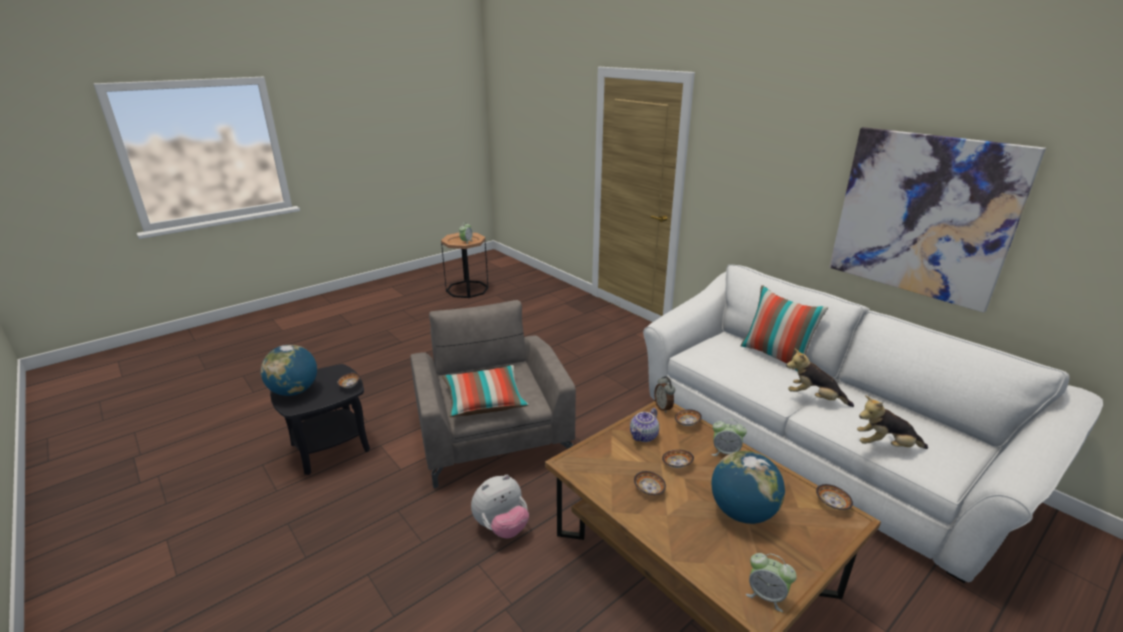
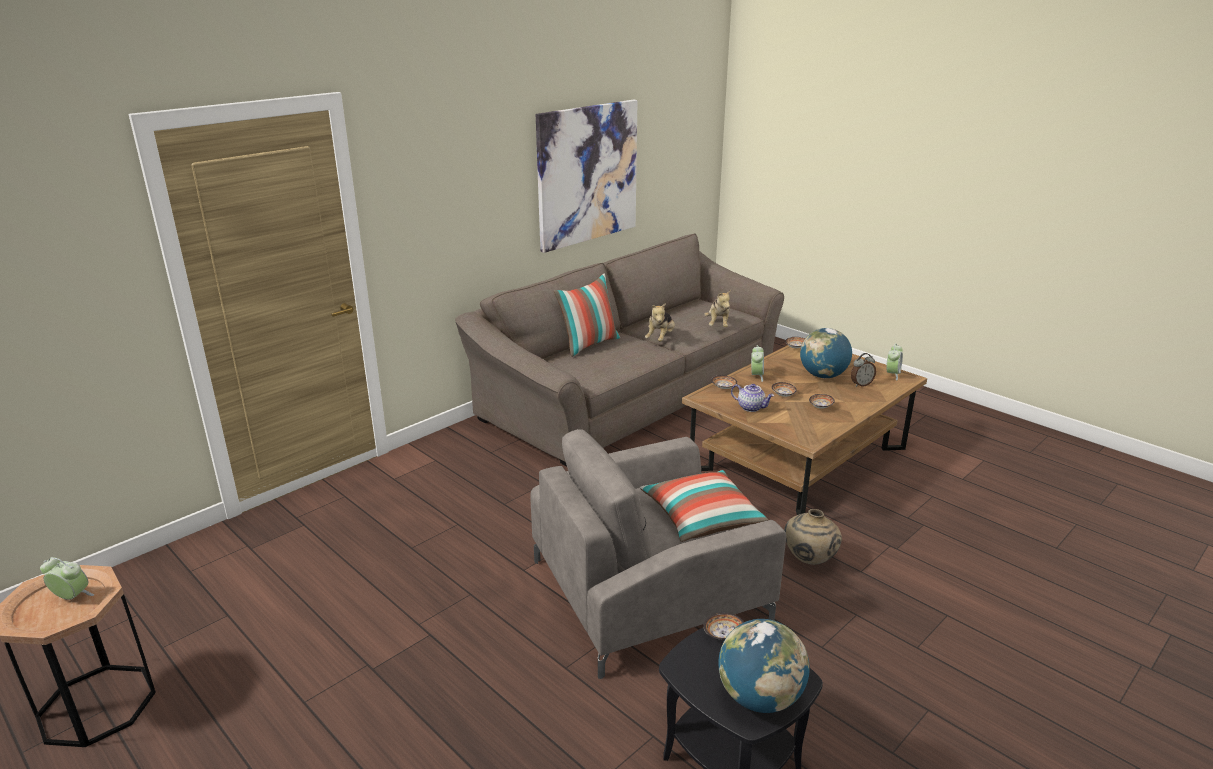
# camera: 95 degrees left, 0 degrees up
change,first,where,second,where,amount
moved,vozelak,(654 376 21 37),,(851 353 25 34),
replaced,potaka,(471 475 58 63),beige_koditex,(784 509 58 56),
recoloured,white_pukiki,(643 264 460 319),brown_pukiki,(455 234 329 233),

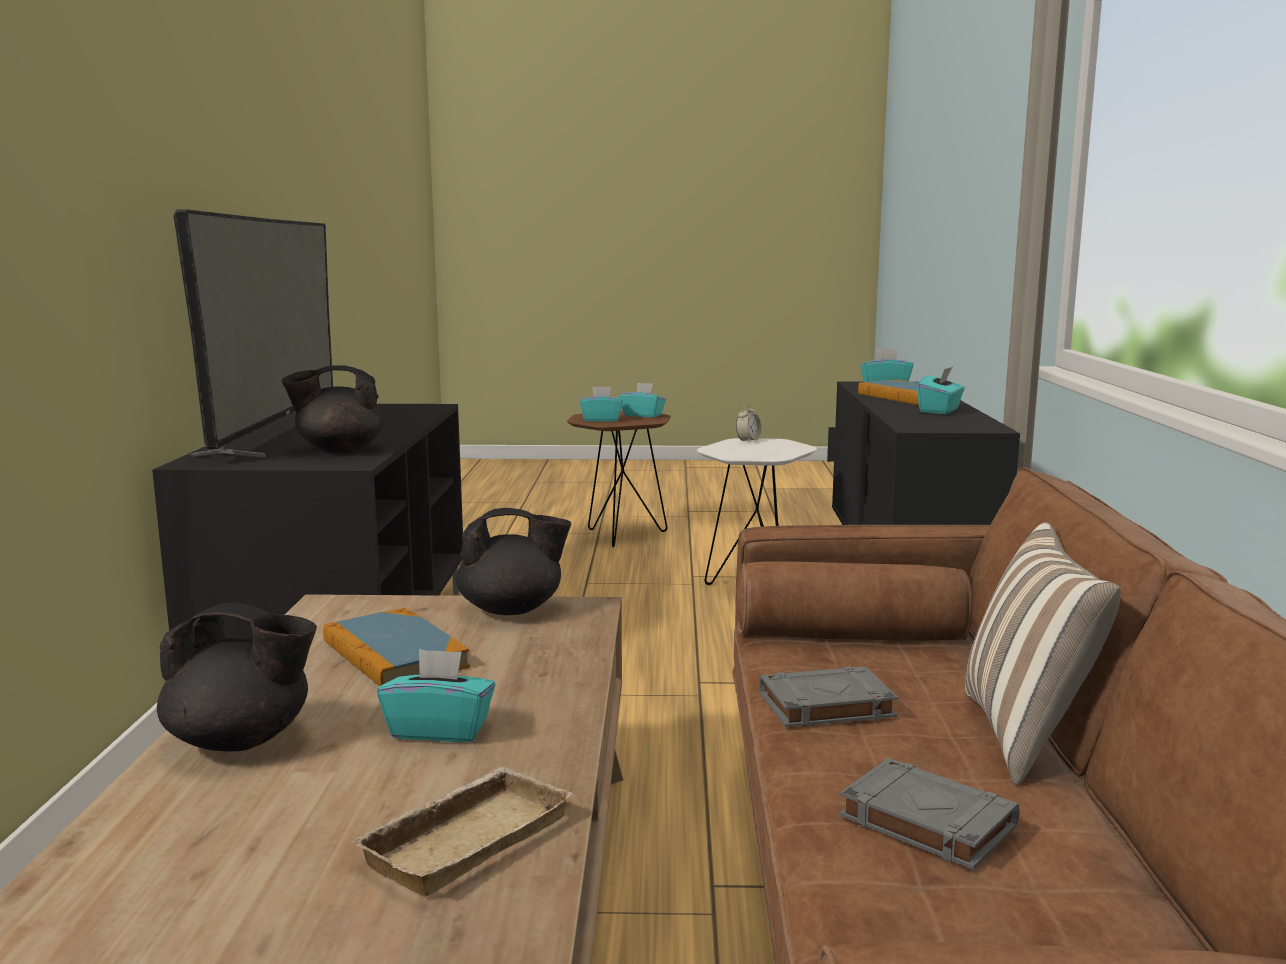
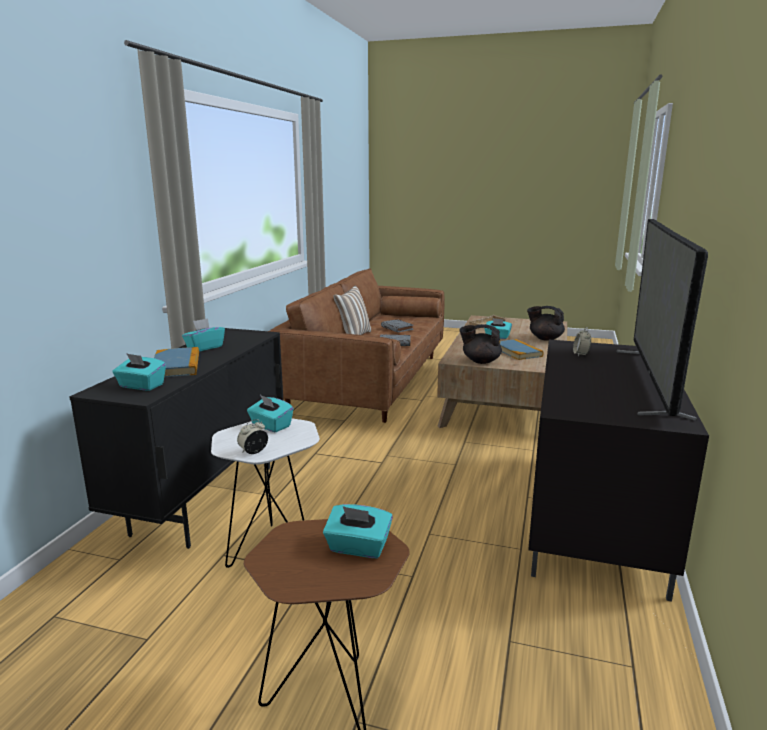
# camera: 165 degrees left, 5 degrees up
change,first,where,second,where,amount
moved,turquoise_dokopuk,(620 382 46 36),,(247 395 46 38),
replaced,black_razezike,(282 365 103 88),vozelak,(573 327 18 30),

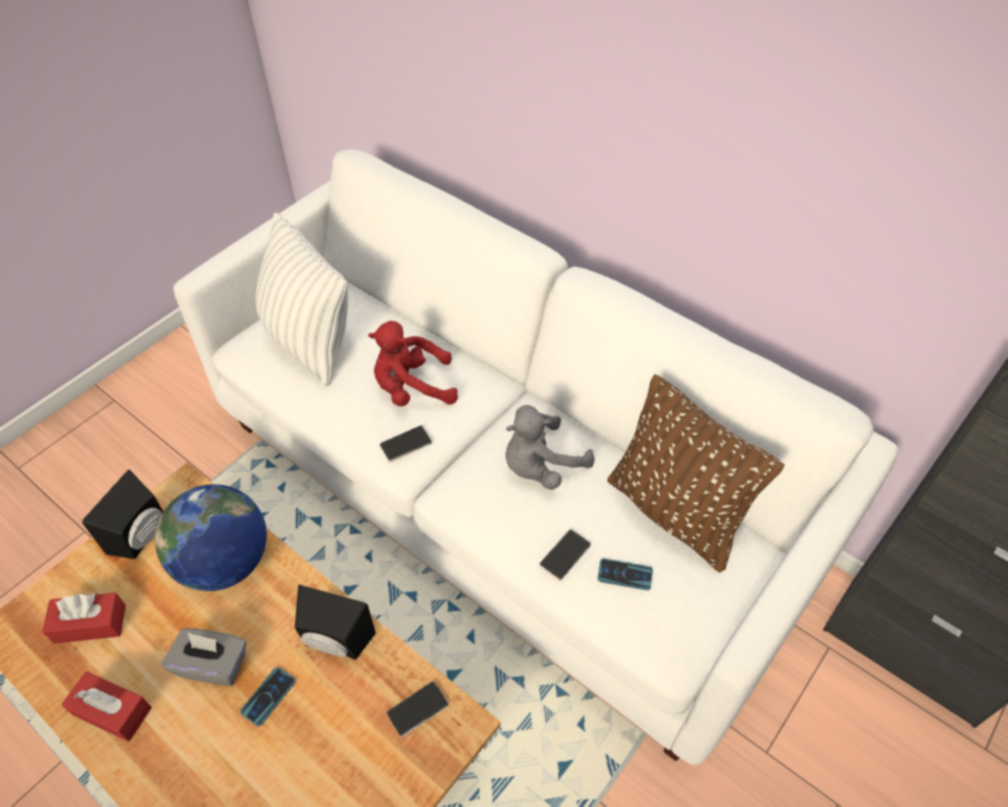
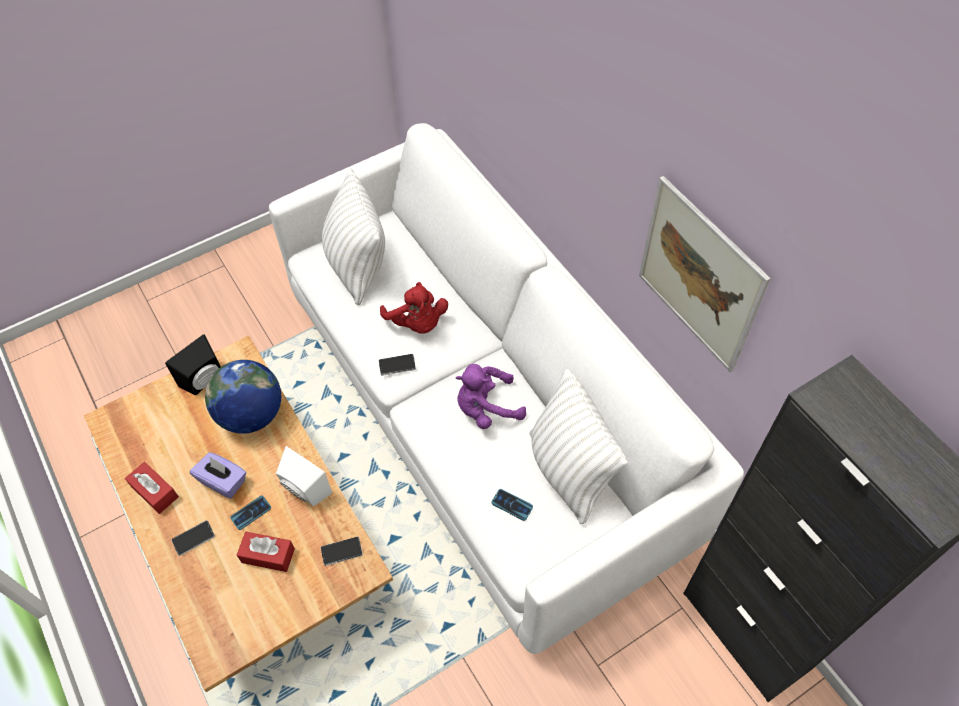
# camera: 20 degrees right, 5 degrees up
change,first,where,second,where,amount
added,,,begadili,(639 176 132 196),
moved,red_dokopuk,(42 593 84 51),,(237 532 58 40),
moved,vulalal,(539 530 52 51),,(171 521 44 35),
recoloured,grey_dokopuk,(162 628 85 58),purple_dokopuk,(190 452 56 47),
recoloured,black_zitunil,(295 585 81 75),white_zitunil,(276 446 56 61),
recoloured,grey_potaka,(505 405 89 85),purple_potaka,(456 364 70 65),
recoloured,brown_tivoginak,(607 374 178 198),white_tivoginak,(529 369 99 155),
turned,red_potaka,(368 321 90 85),,(380 282 68 51),135 degrees counterclockwise

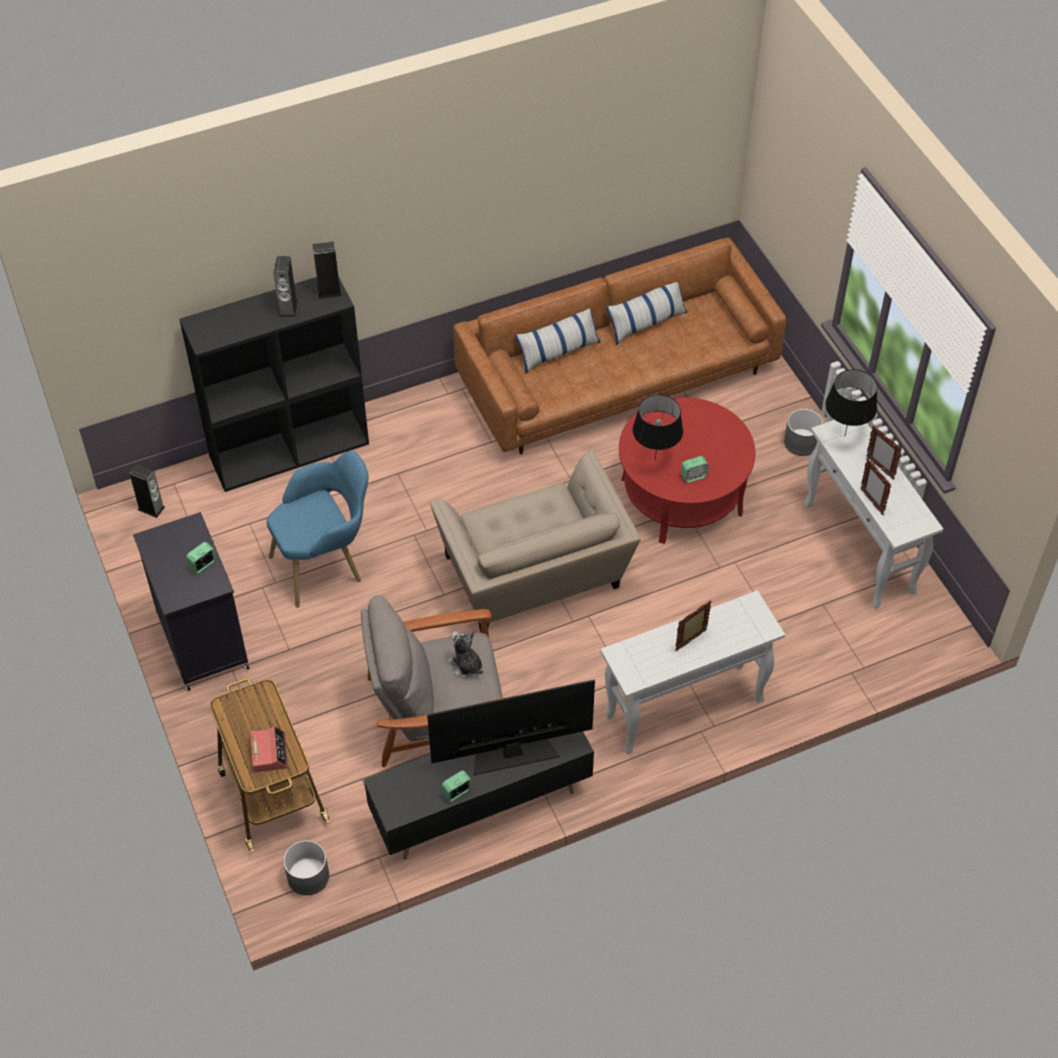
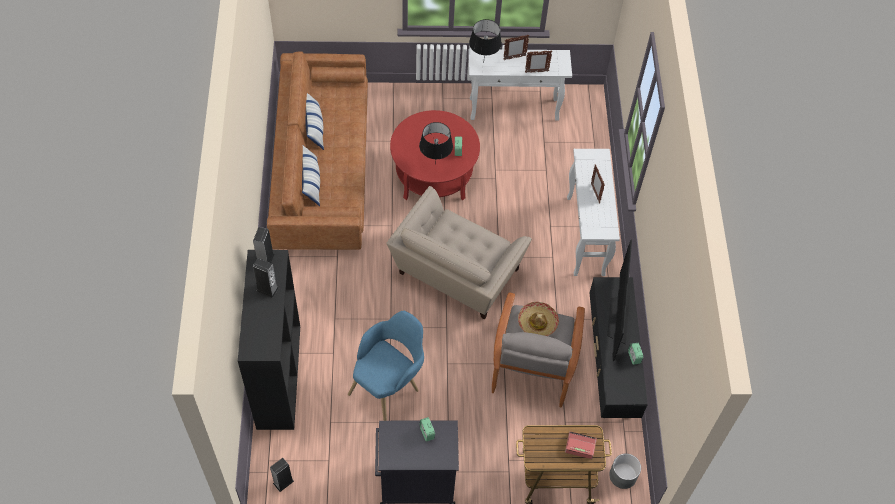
# camera: 70 degrees left, 5 degrees up
change,first,where,second,where,amount
removed,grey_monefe,(784 409 40 47),,,
replaced,potaka,(447 630 36 48),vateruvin,(518 302 41 34),
turned,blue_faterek,(267 451 102 157),,(348 311 76 110),45 degrees clockwise
turned,beige_faterek,(430 450 211 182),,(386 186 146 133),120 degrees clockwise

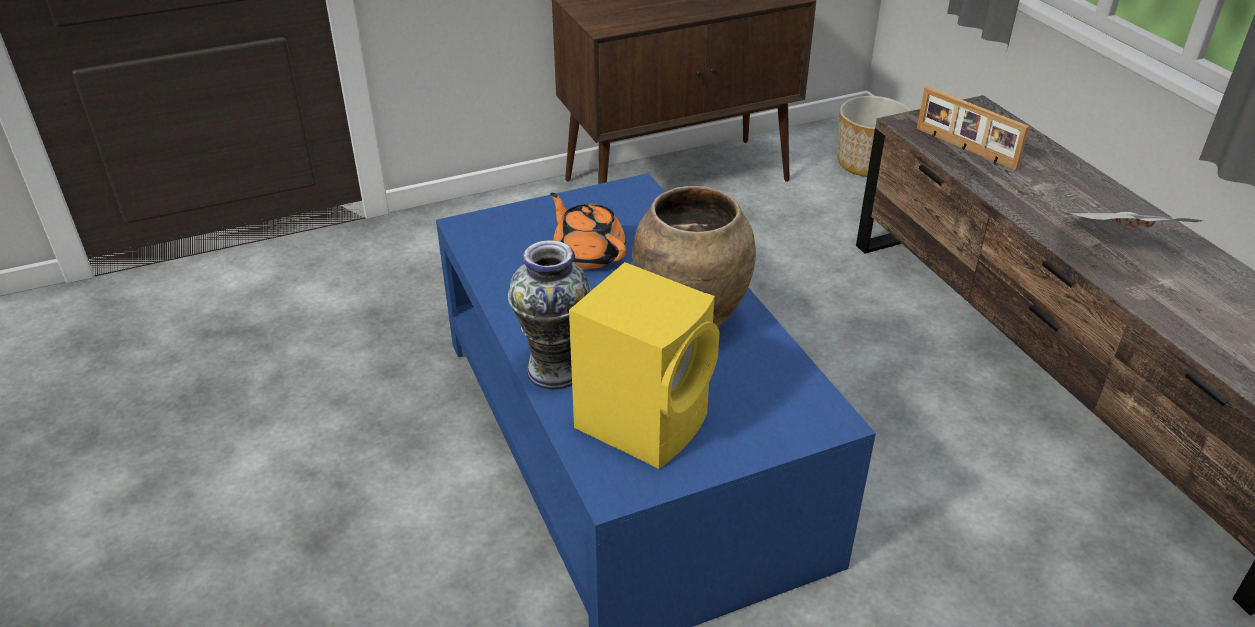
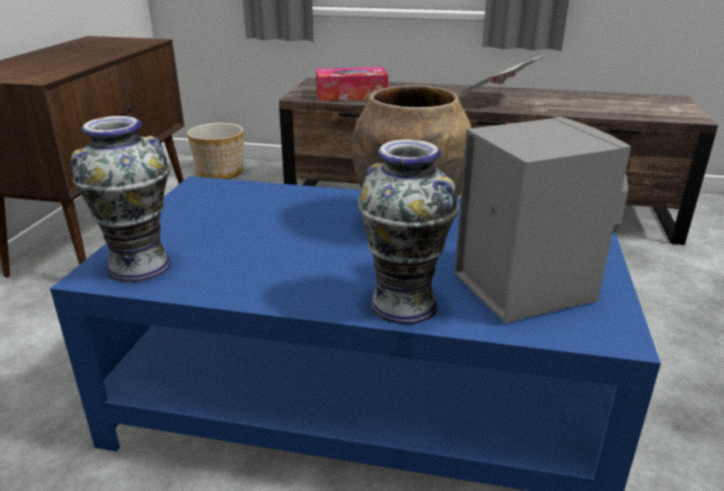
# camera: 55 degrees left, 10 degrees down
change,first,where,second,where,amount
removed,orange_razezike,(550 193 76 76),,,
added,,,koditex,(71 116 100 167),
replaced,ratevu,(917 86 112 85),dokopuk,(316 67 72 34),
recoloured,yellow_zitunil,(569 262 150 207),grey_zitunil,(455 117 176 206),

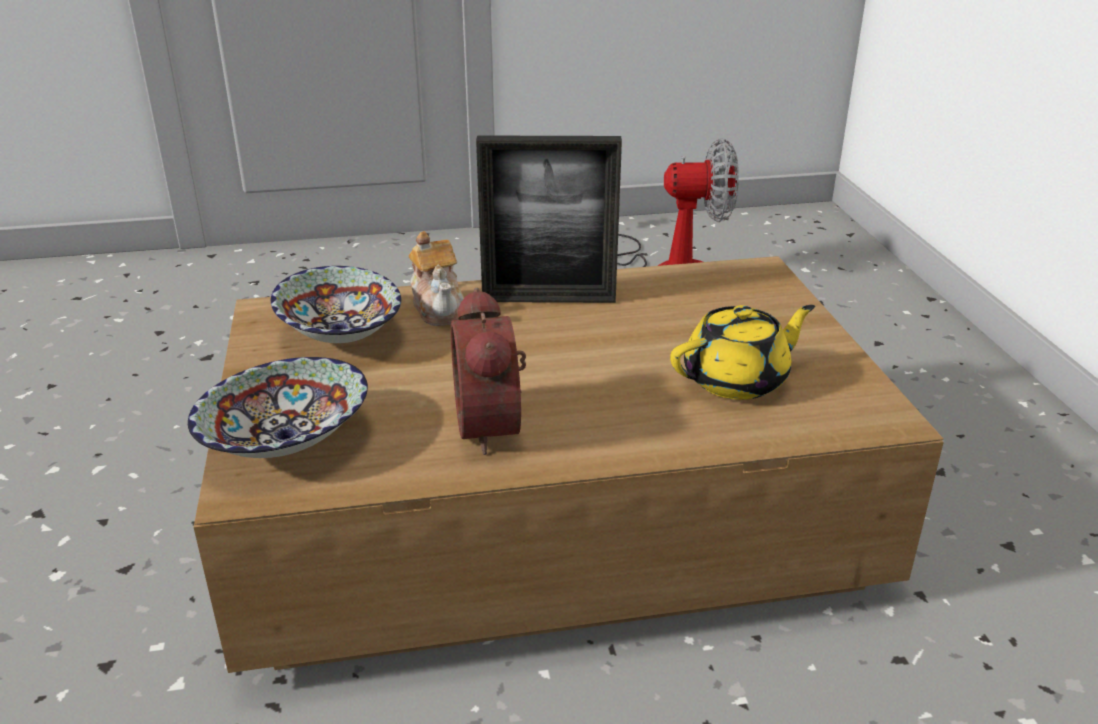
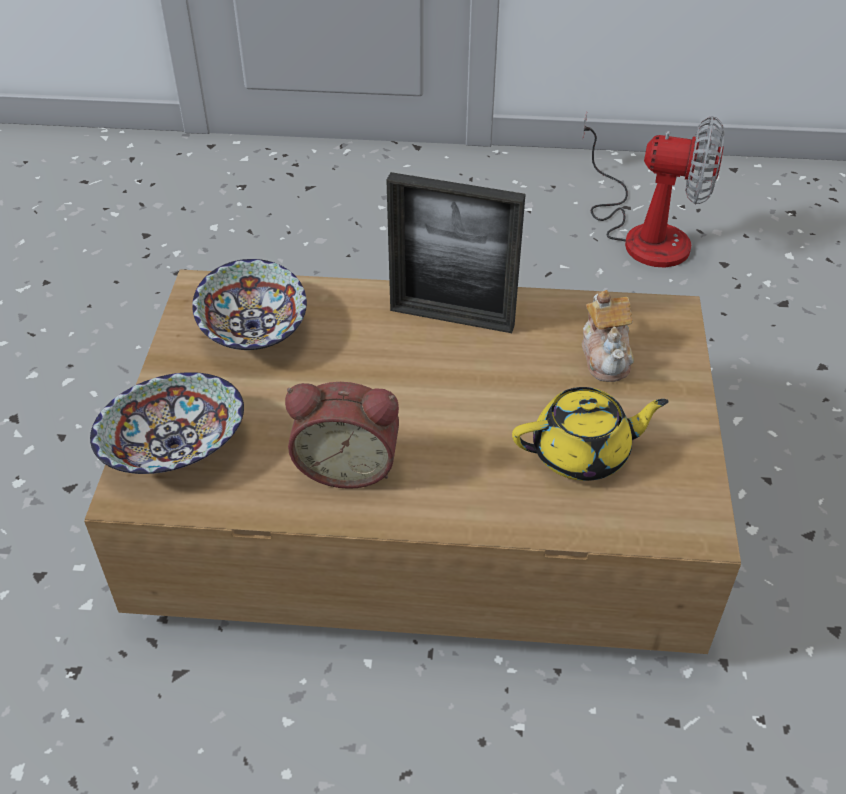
# camera: 15 degrees right, 15 degrees up
change,first,where,second,where,amount
moved,razezike,(408 231 56 95),,(582 290 52 92),
turned,vozelak,(451 288 75 167),,(285 382 114 107),90 degrees counterclockwise

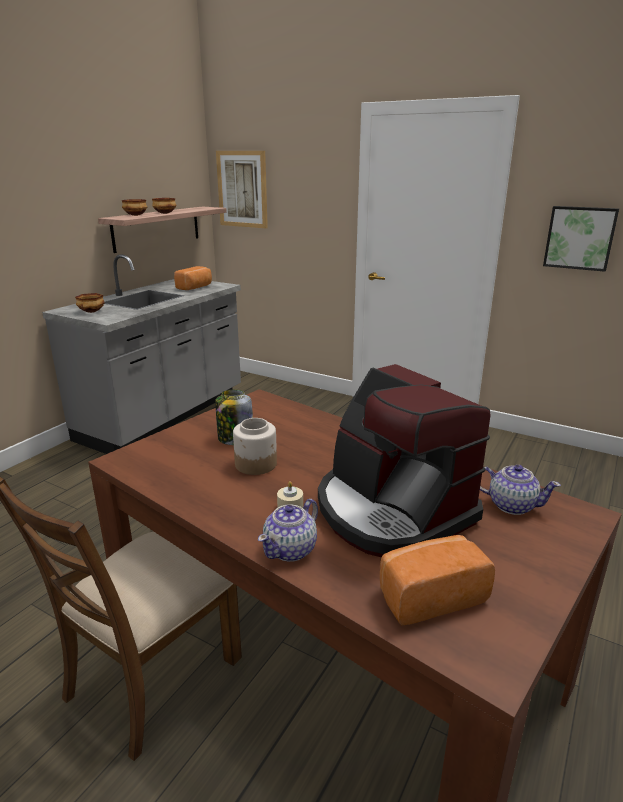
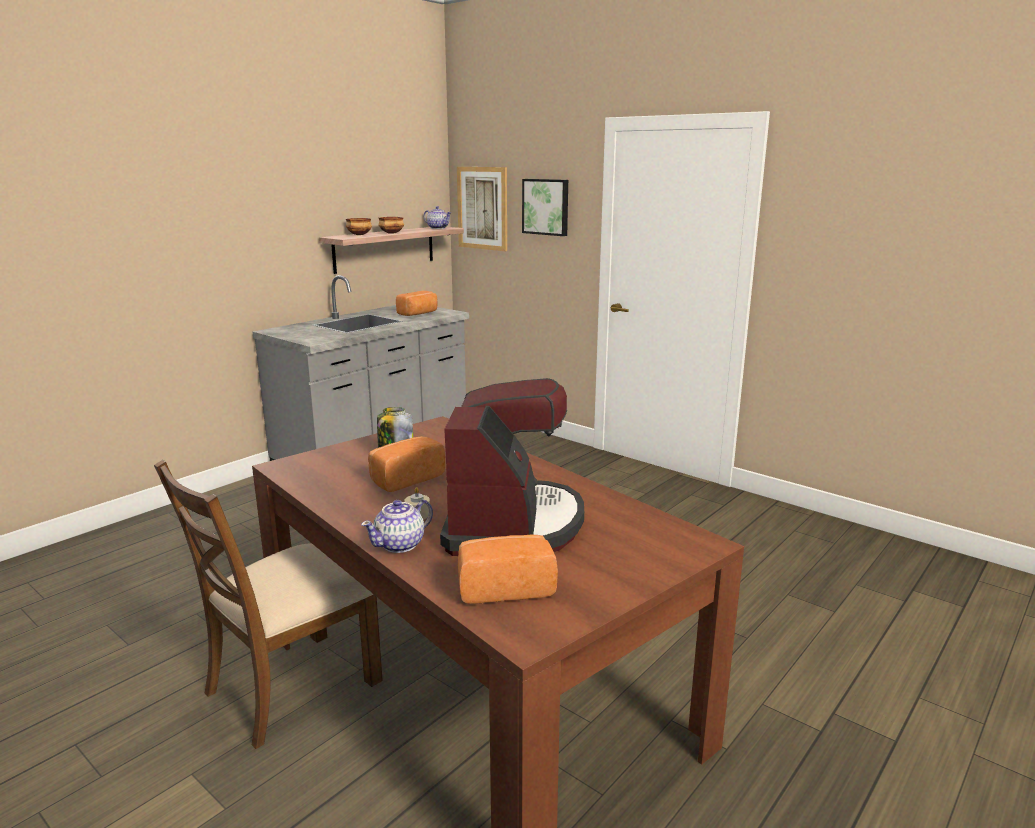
# camera: 10 degrees right, 5 degrees down
change,first,where,second,where,amount
removed,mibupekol,(75 293 30 20),,,
moved,razezike,(480 465 81 50),,(424 206 28 23),
moved,begadili,(543 206 76 66),,(522 179 46 57),
replaced,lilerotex,(233 418 44 57),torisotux,(368 436 77 56),
turned,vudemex,(318 364 173 193),,(440 378 144 178),150 degrees counterclockwise

